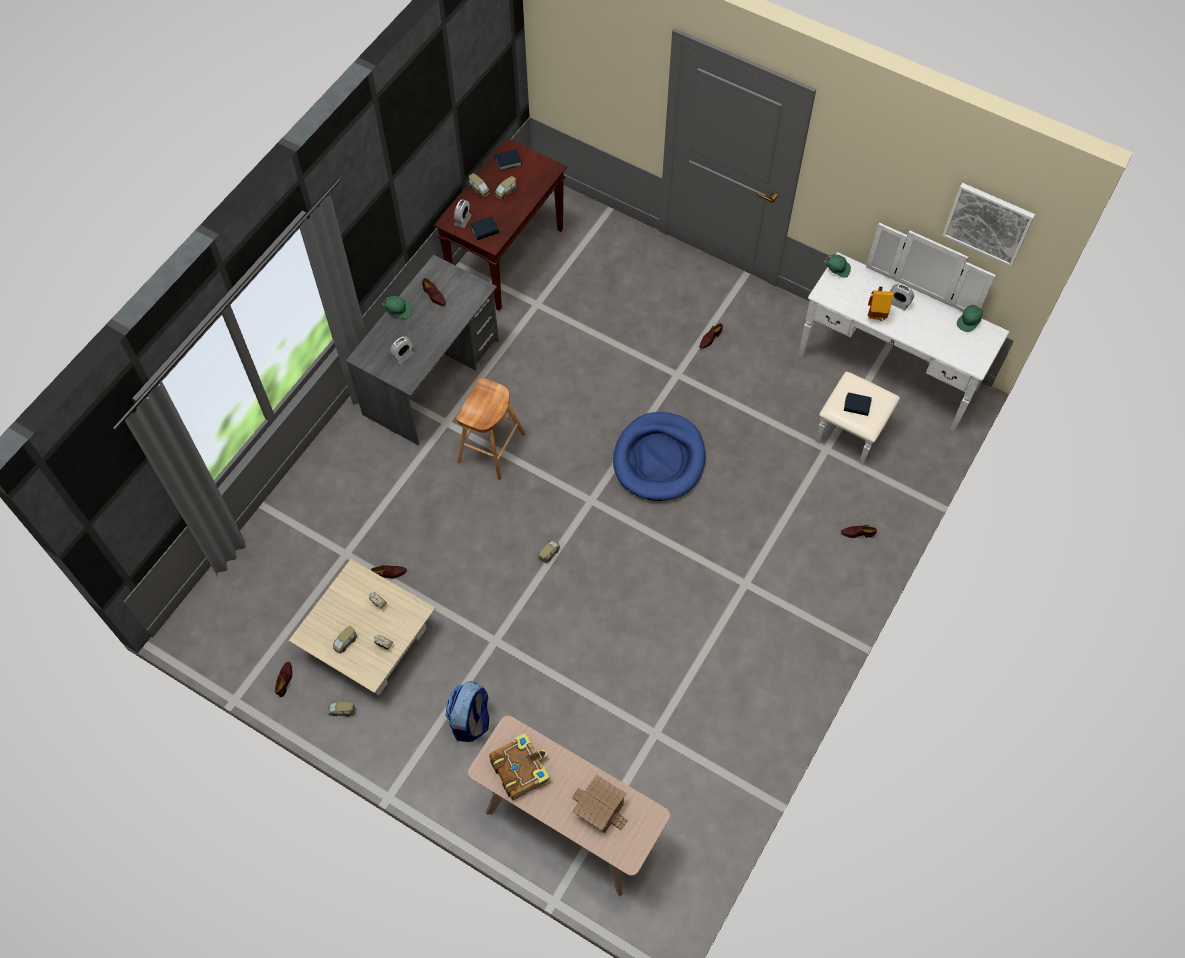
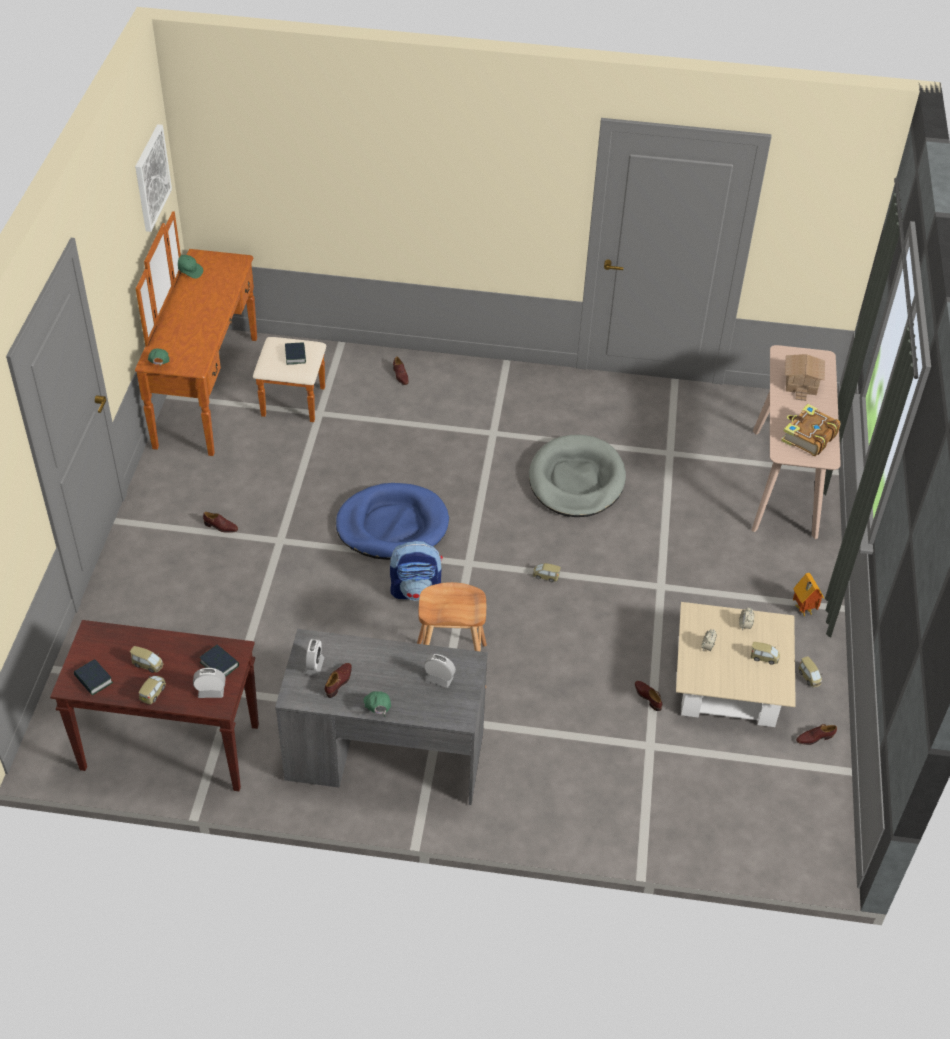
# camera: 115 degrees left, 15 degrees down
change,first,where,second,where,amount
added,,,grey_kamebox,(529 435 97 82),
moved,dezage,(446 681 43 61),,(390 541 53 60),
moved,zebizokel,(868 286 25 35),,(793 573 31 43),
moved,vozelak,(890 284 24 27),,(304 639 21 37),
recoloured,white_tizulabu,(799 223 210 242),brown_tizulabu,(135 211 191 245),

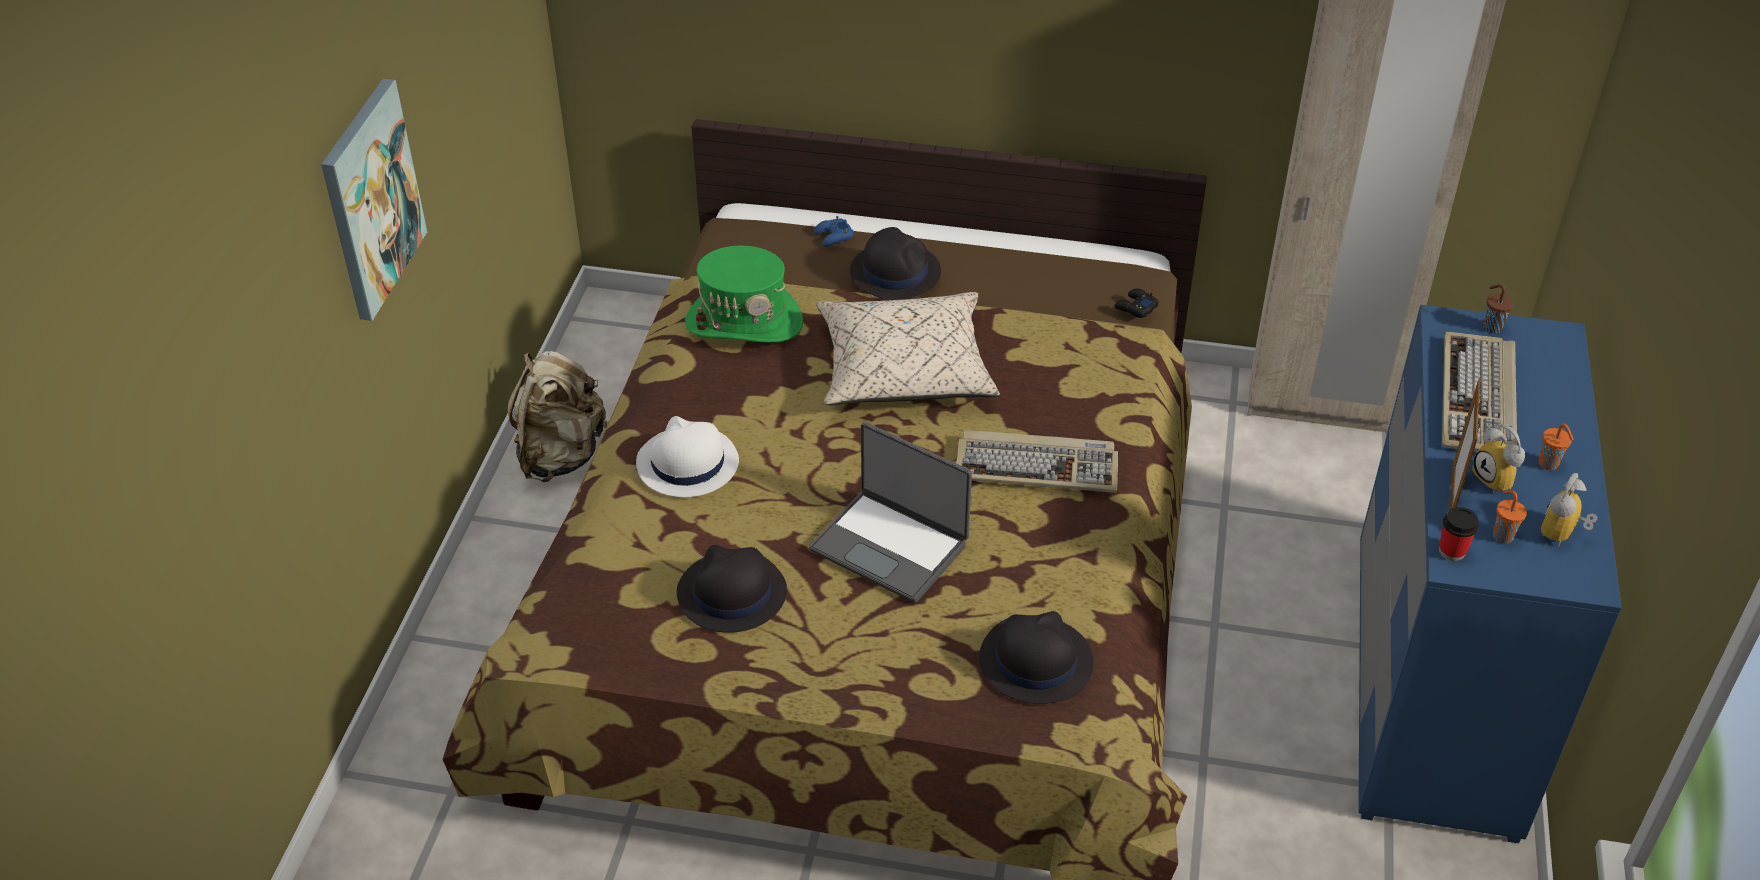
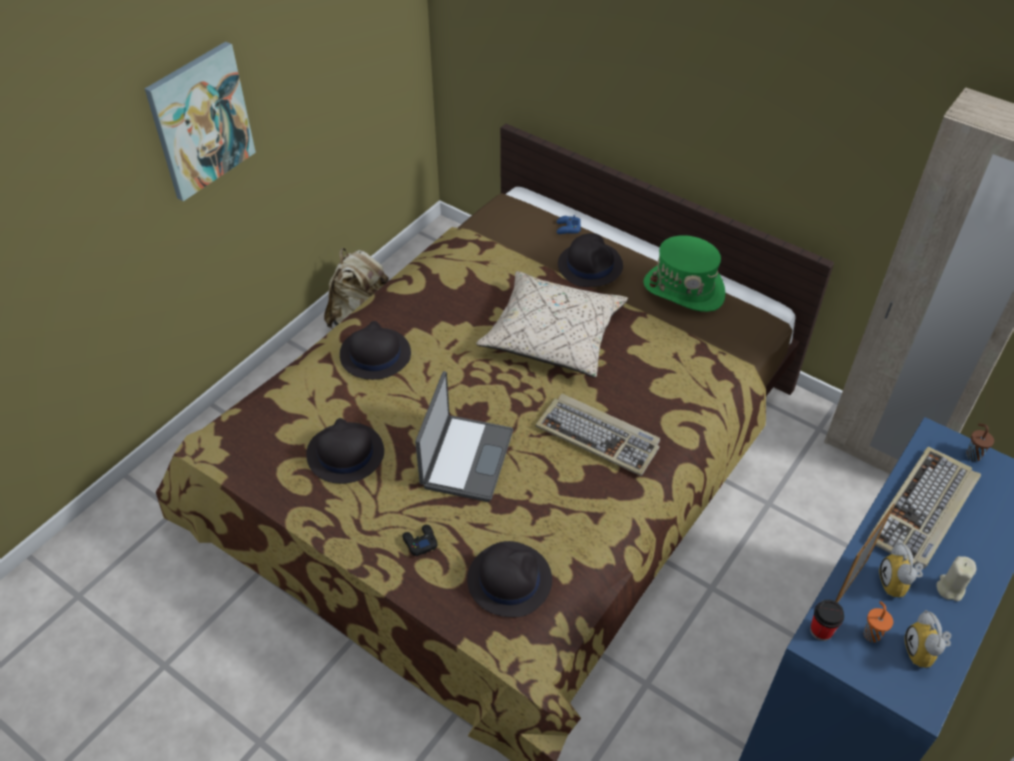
# camera: 25 degrees right, 5 degrees up
change,first,where,second,where,amount
moved,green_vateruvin,(685 246 118 97),,(643 235 82 77),
moved,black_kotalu,(1115 288 44 30),,(402 525 35 31),
replaced,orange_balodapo,(1539 423 35 47),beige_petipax,(937 556 39 45),
recoloured,white_vateruvin,(636 416 103 81),black_vateruvin,(340 321 71 59),
turned,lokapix,(809 422 163 181),,(415 371 98 131),135 degrees counterclockwise
turned,vozelak,(1541 473 56 74),,(904 610 47 58),60 degrees counterclockwise

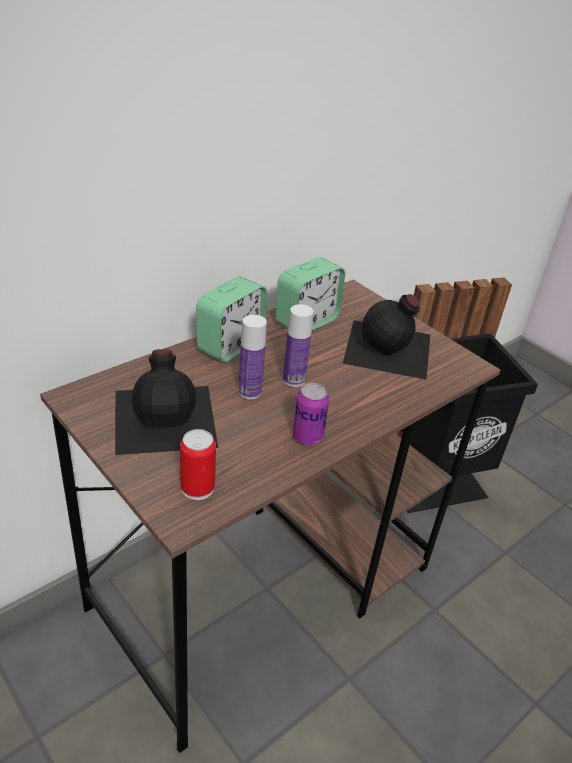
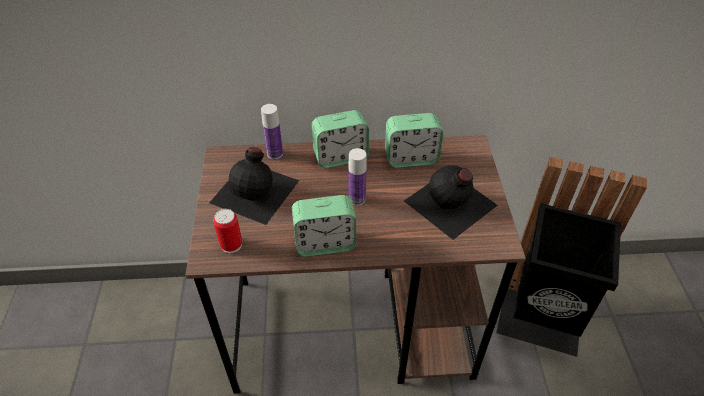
# camera: 40 degrees right, 10 degrees up
change,first,where,second,where,amount
moved,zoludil,(238 315 29 84),,(261 104 22 55),
replaced,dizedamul,(293 383 36 62),vozelak,(292 195 64 62),

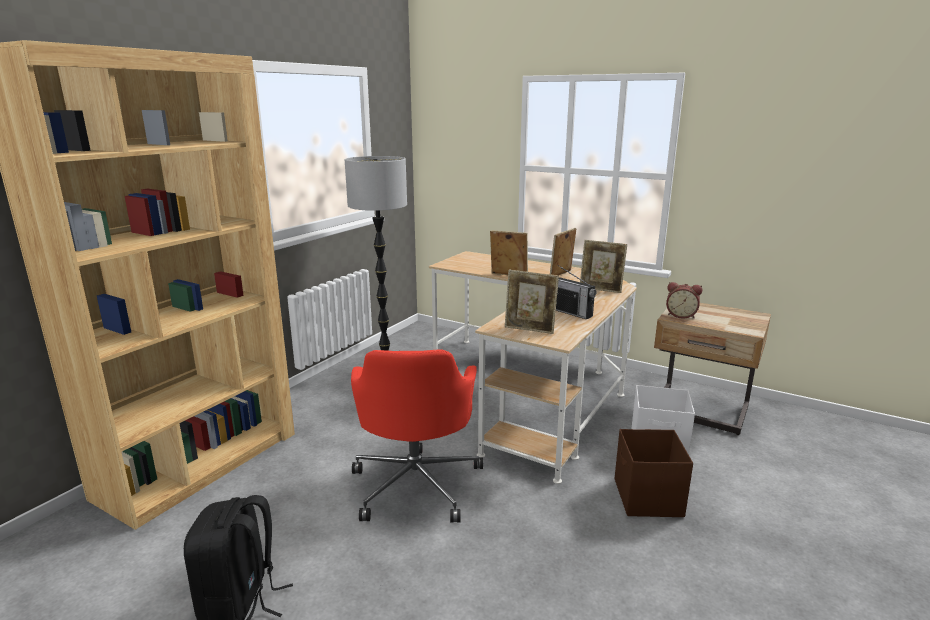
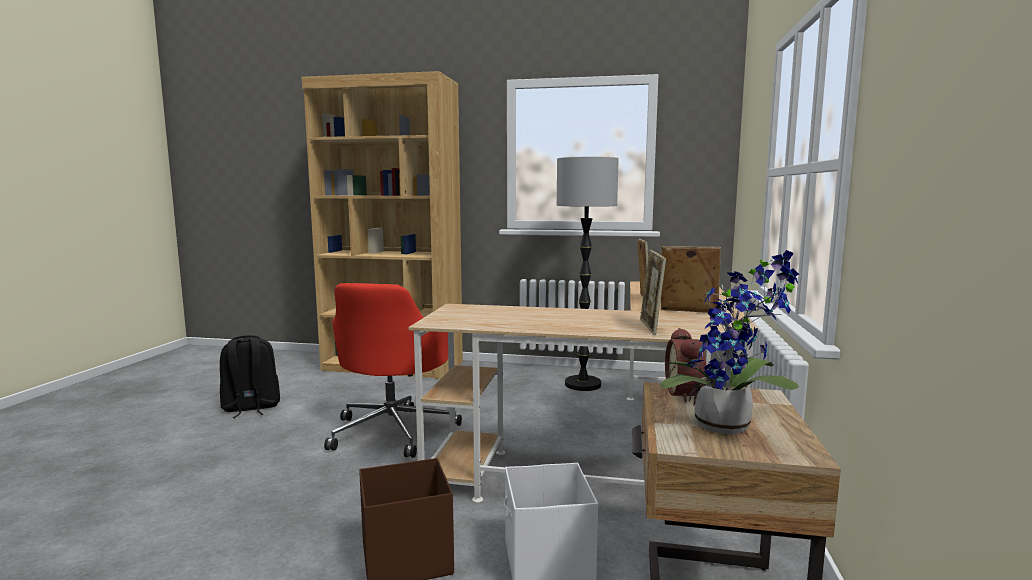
# camera: 70 degrees right, 10 degrees down
change,first,where,second,where,amount
removed,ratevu,(505 270 54 64),,,
removed,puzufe,(556 265 41 54),,,
added,,,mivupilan,(660 250 139 184),
turned,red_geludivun,(351 349 132 173),,(324 283 138 175),60 degrees counterclockwise

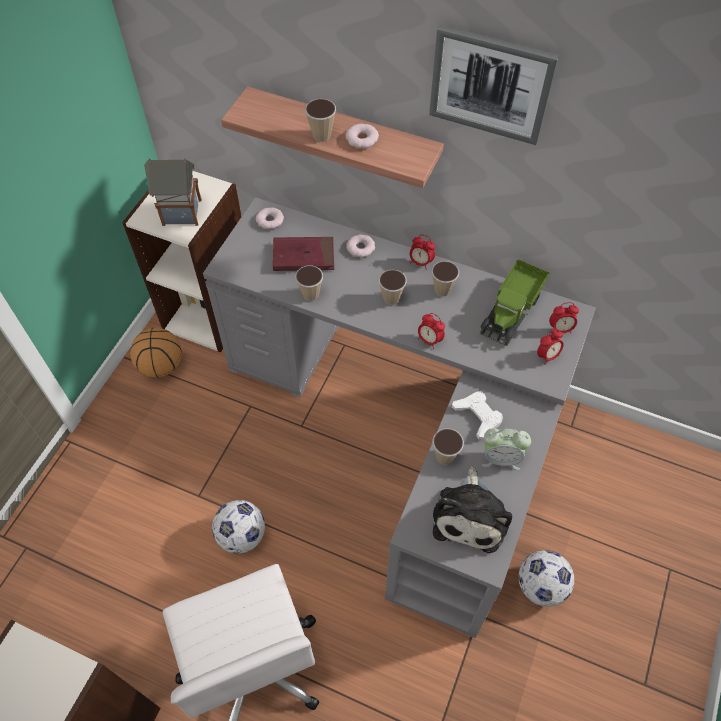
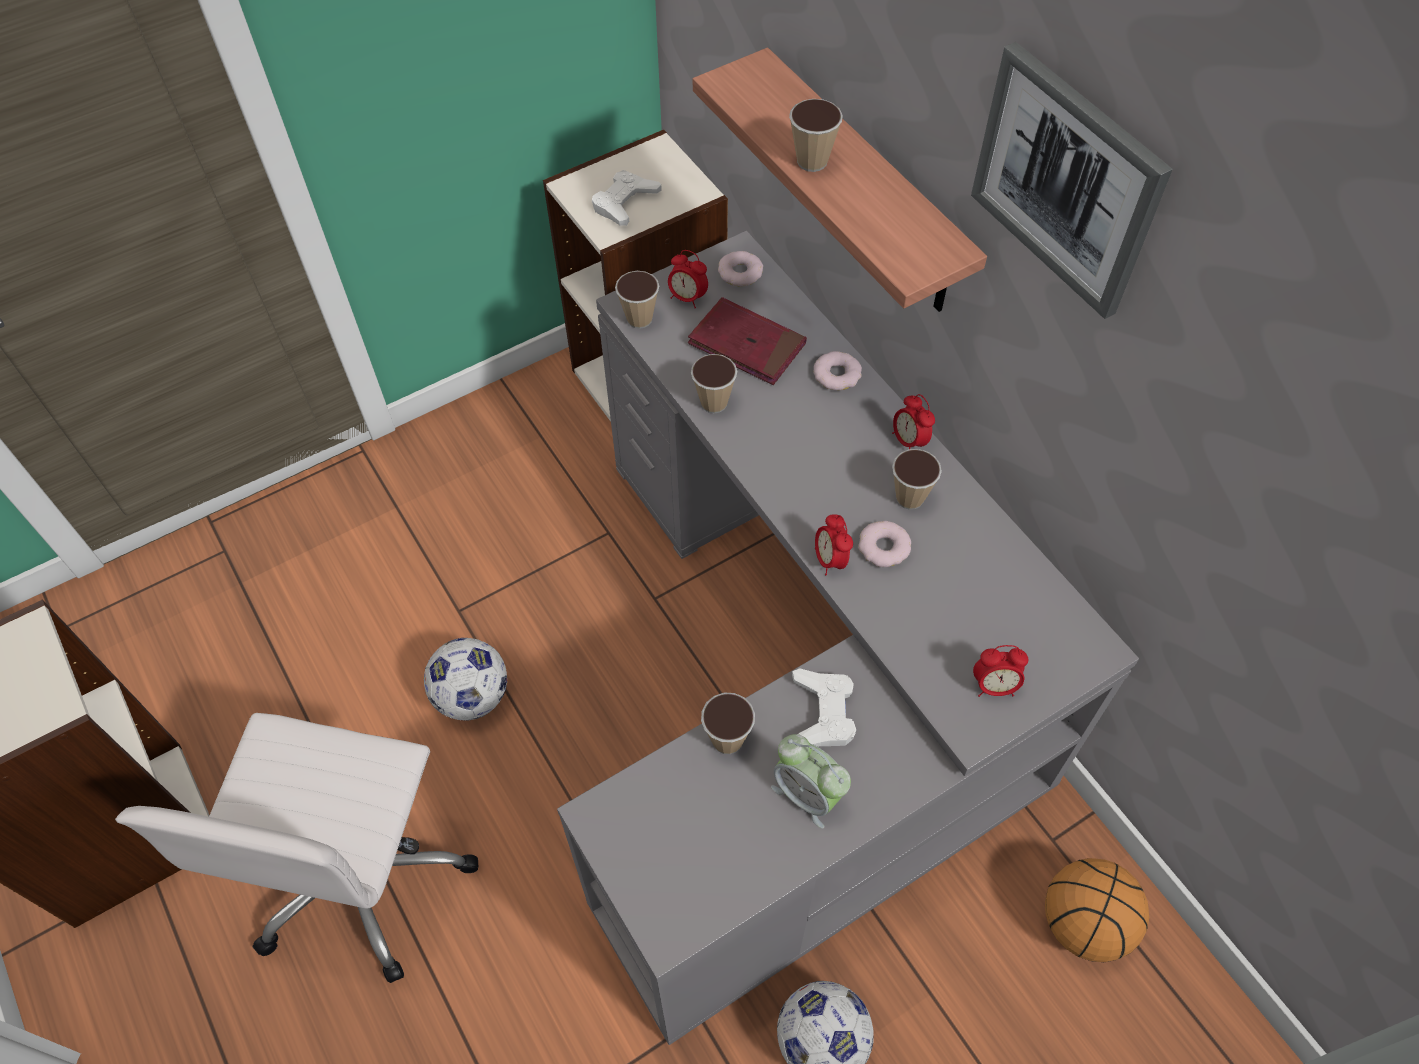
# camera: 35 degrees right, 0 degrees up
change,first,where,second,where,amount
removed,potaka,(433 467 79 86),,,
removed,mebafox,(479 259 71 87),,,
moved,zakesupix,(130 328 52 49),,(1045 858 104 104),
moved,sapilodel,(346 124 33 25),,(858 521 53 46),
moved,balodapo,(379 270 28 35),,(615 271 44 58),
moved,vozelak,(549 302 30 31),,(668 250 40 58),
replaced,zebizokel,(144 158 58 68),white_kotalu,(592 170 70 56),

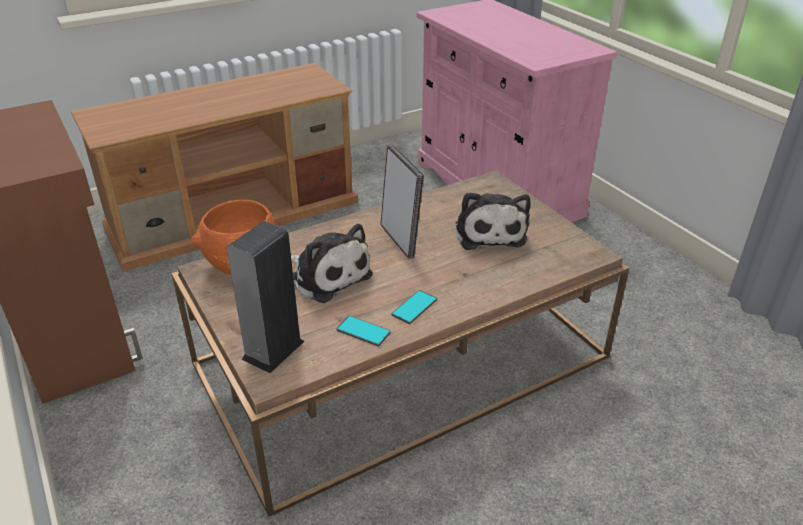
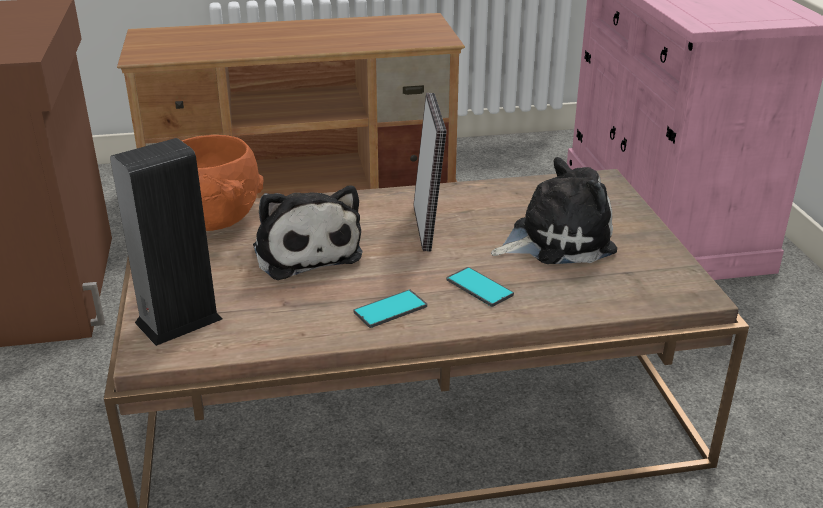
# camera: 20 degrees right, 5 degrees down
change,first,where,second,where,amount
moved,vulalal,(336 315 55 32),,(446 267 68 40),
turned,potaka,(456 192 75 58),,(491 157 126 107),120 degrees counterclockwise

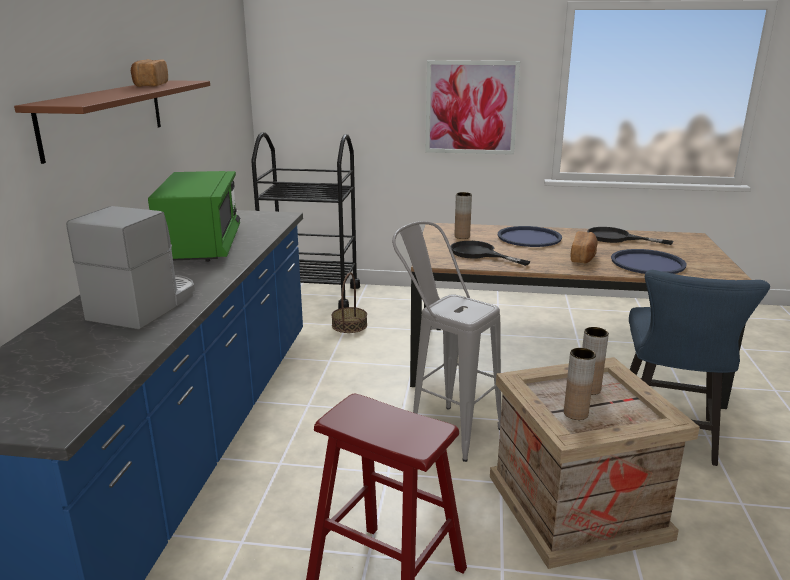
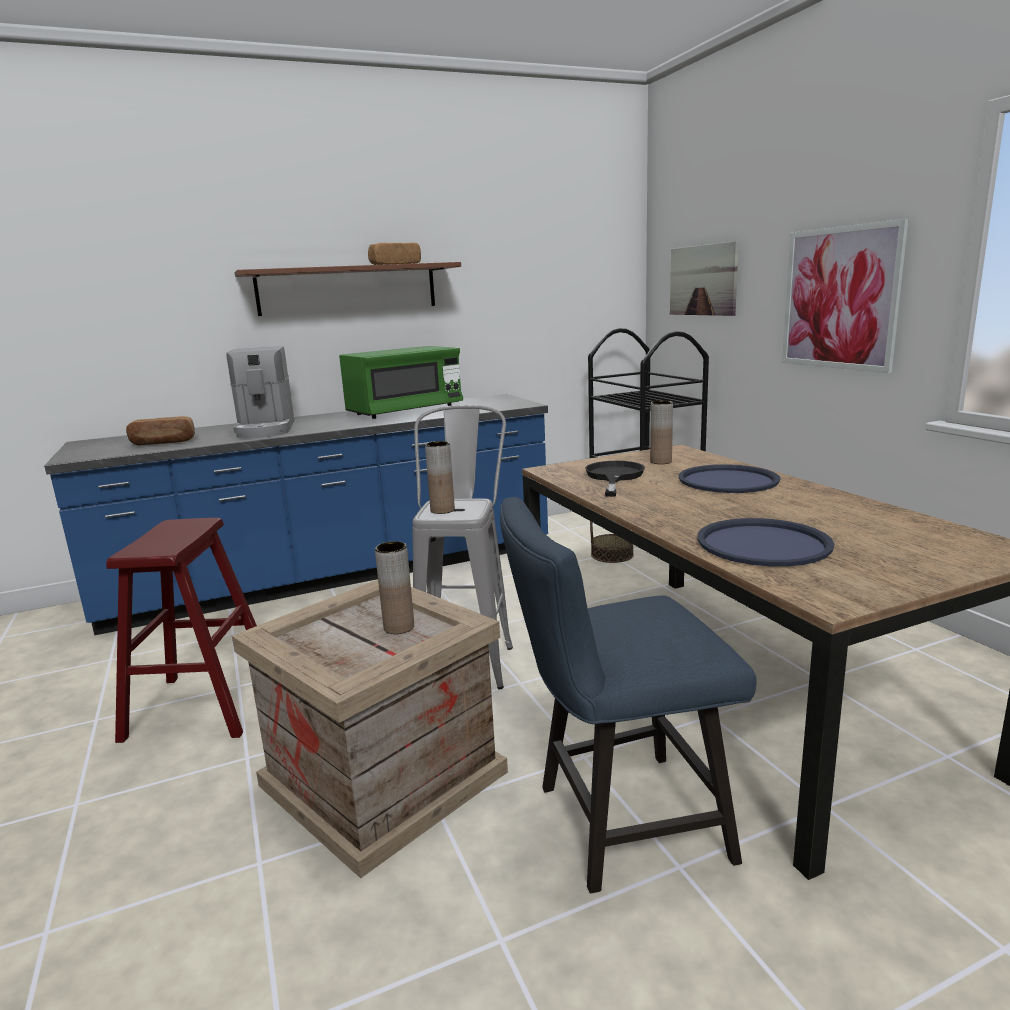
# camera: 60 degrees right, 5 degrees down
change,first,where,second,where,amount
removed,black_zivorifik,(587 227 86 18),,,
added,,,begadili,(670 241 69 75),
moved,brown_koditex,(564 348 32 72),,(425 441 30 73),
moved,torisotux,(571 231 26 32),,(126 416 69 30),
turned,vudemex,(66 206 129 123),,(227 346 67 92),90 degrees clockwise

